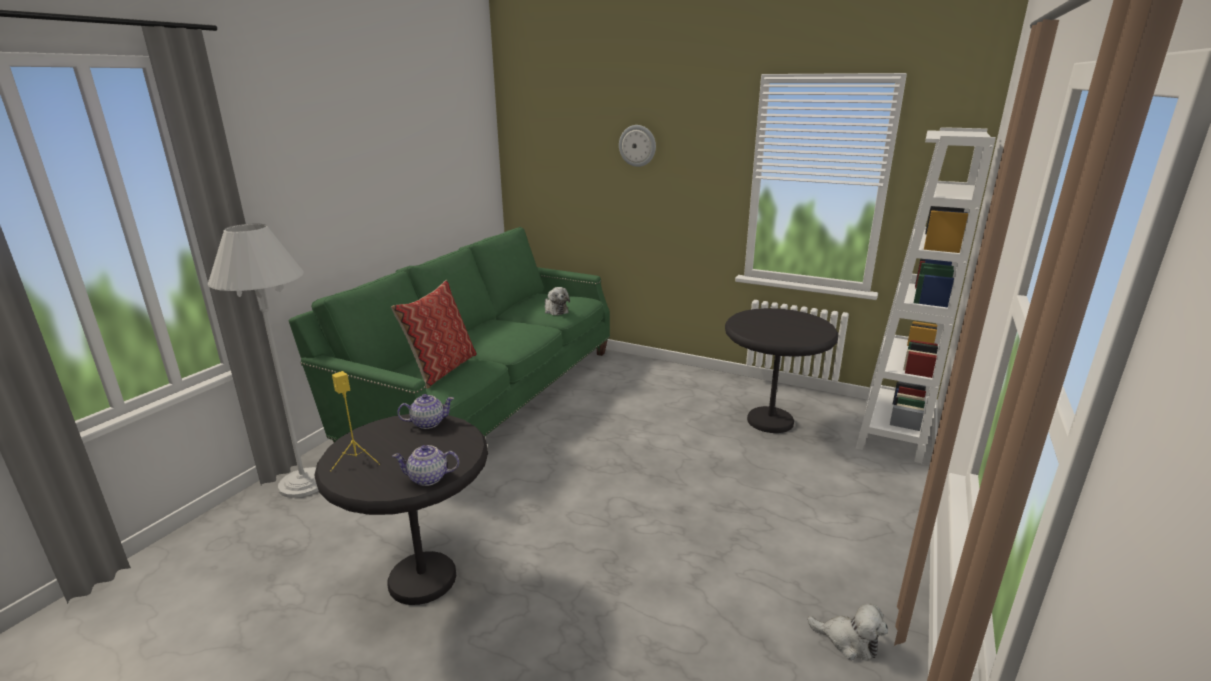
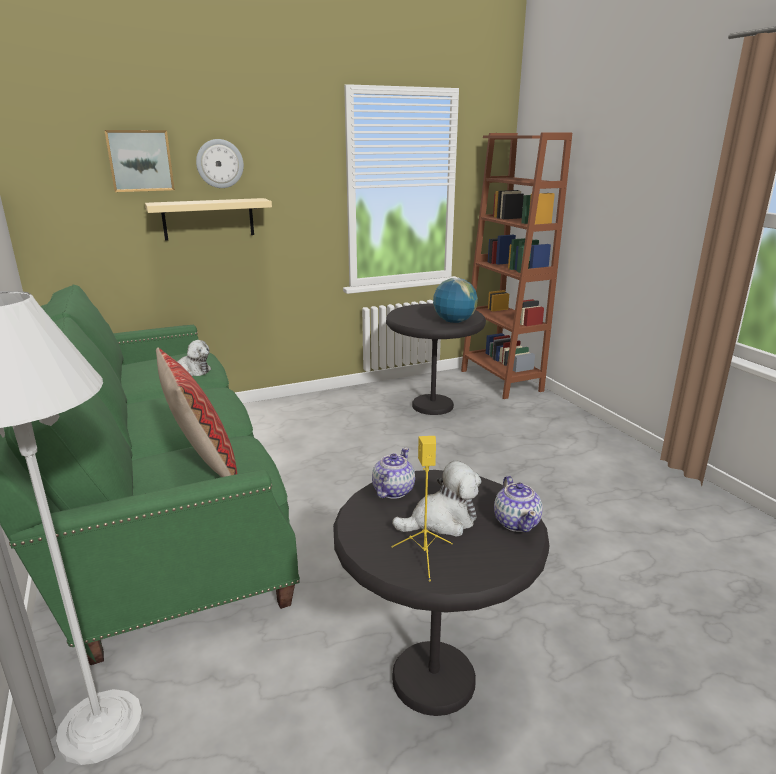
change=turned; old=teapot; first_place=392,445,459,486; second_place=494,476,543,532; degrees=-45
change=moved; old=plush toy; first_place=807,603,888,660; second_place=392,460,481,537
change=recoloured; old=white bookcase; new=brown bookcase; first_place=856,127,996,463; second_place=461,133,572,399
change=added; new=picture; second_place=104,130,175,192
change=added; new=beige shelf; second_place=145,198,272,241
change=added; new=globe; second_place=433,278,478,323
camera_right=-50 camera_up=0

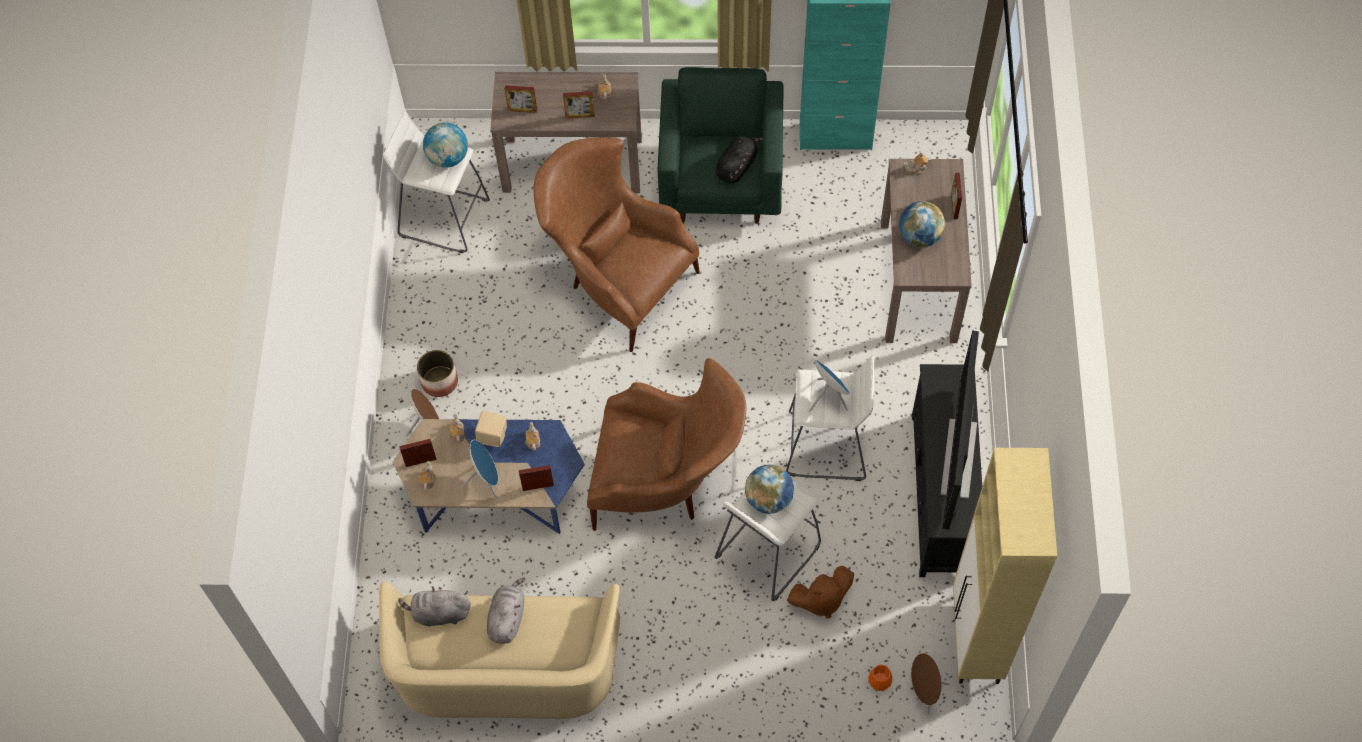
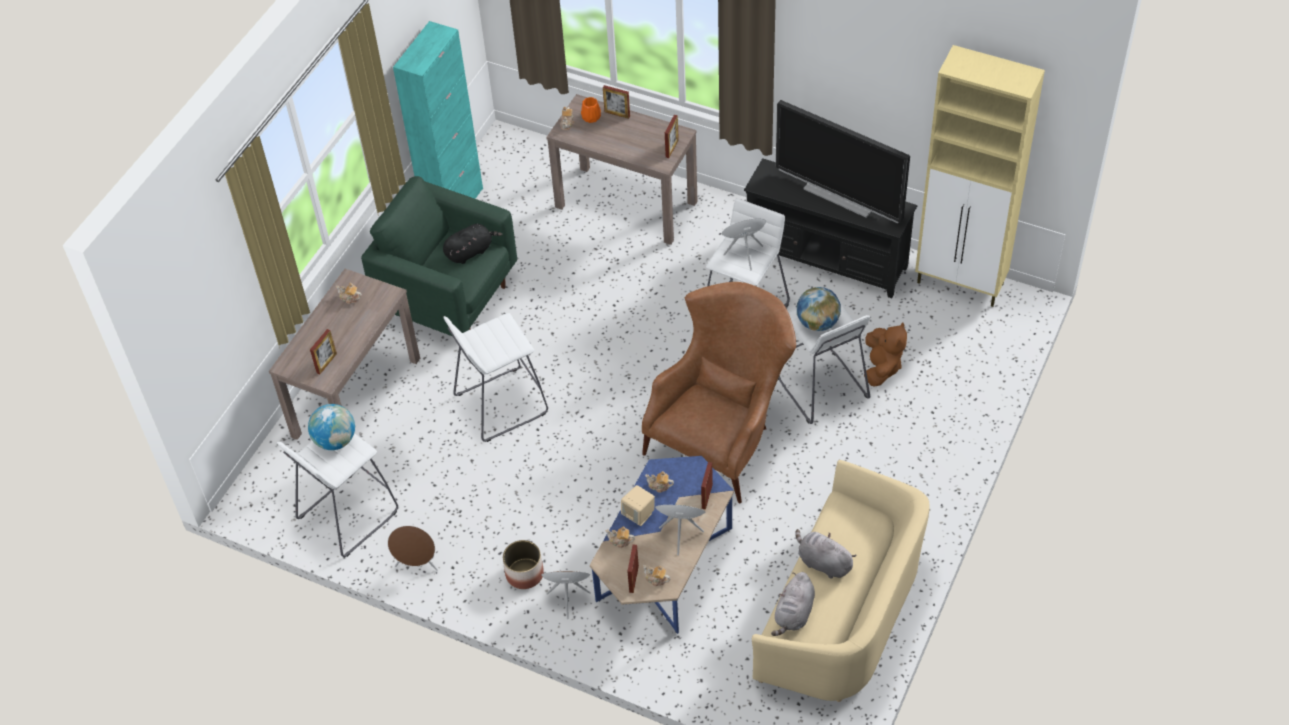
change=replaced; old=brown armchair; new=white stool; first_place=534,137,700,352; second_place=444,313,548,442
change=moved; old=picture frame; first_place=563,91,595,118; second_place=665,115,679,158
change=turned; old=black plush toy; first_place=716,136,763,184; second_place=443,224,502,264; degrees=90
change=moved; old=orange vase; first_place=868,665,893,691; second_place=581,97,601,123
change=removed; old=globe; first_place=899,201,945,247
change=moved; old=brown speaker; first_place=911,653,950,715; second_place=388,526,438,571
camera_right=-65 camera_up=-10

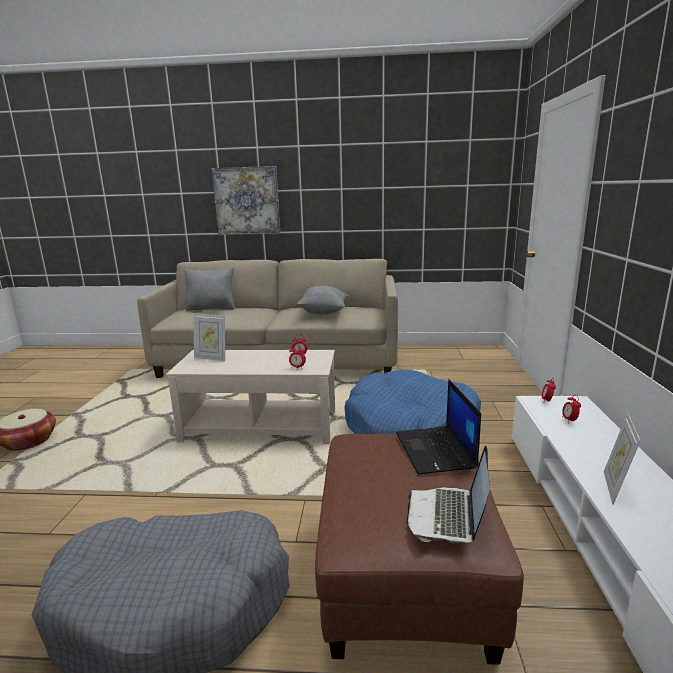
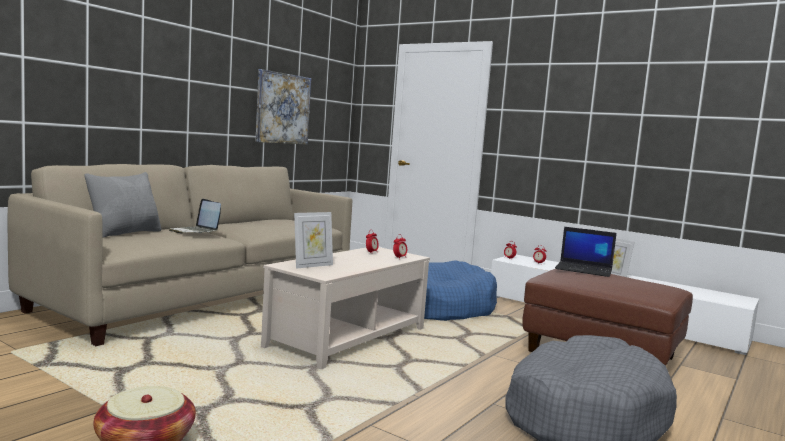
change=moved; old=picture; first_place=211,166,280,234; second_place=255,69,311,145
change=removed; old=grey pillow; first_place=297,286,349,314
change=moved; old=laptop; first_place=406,445,490,543; second_place=169,198,221,234
camera_right=-60 camera_up=-10

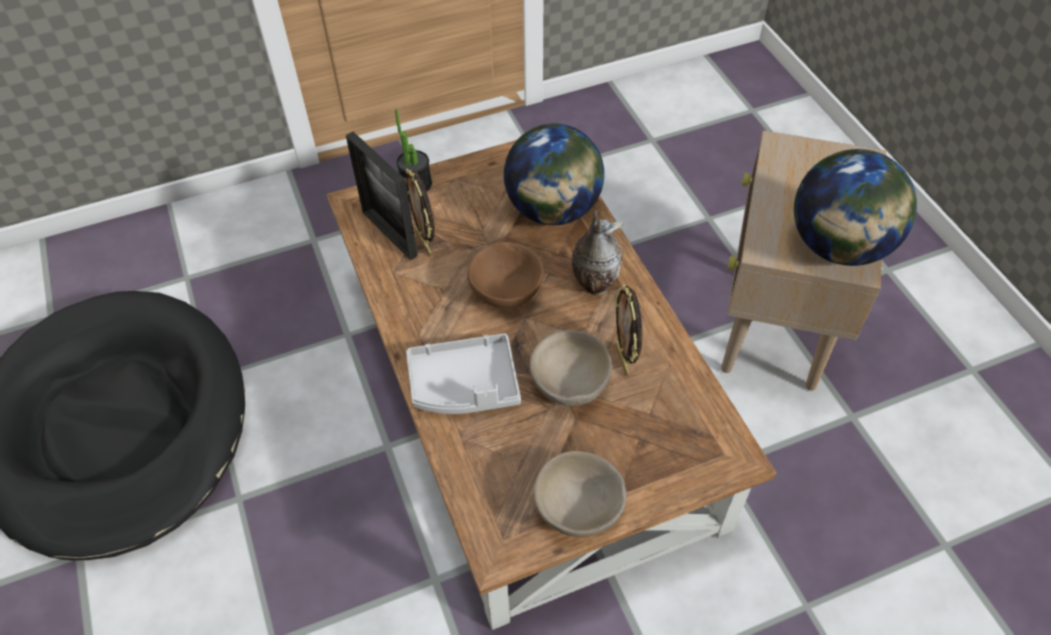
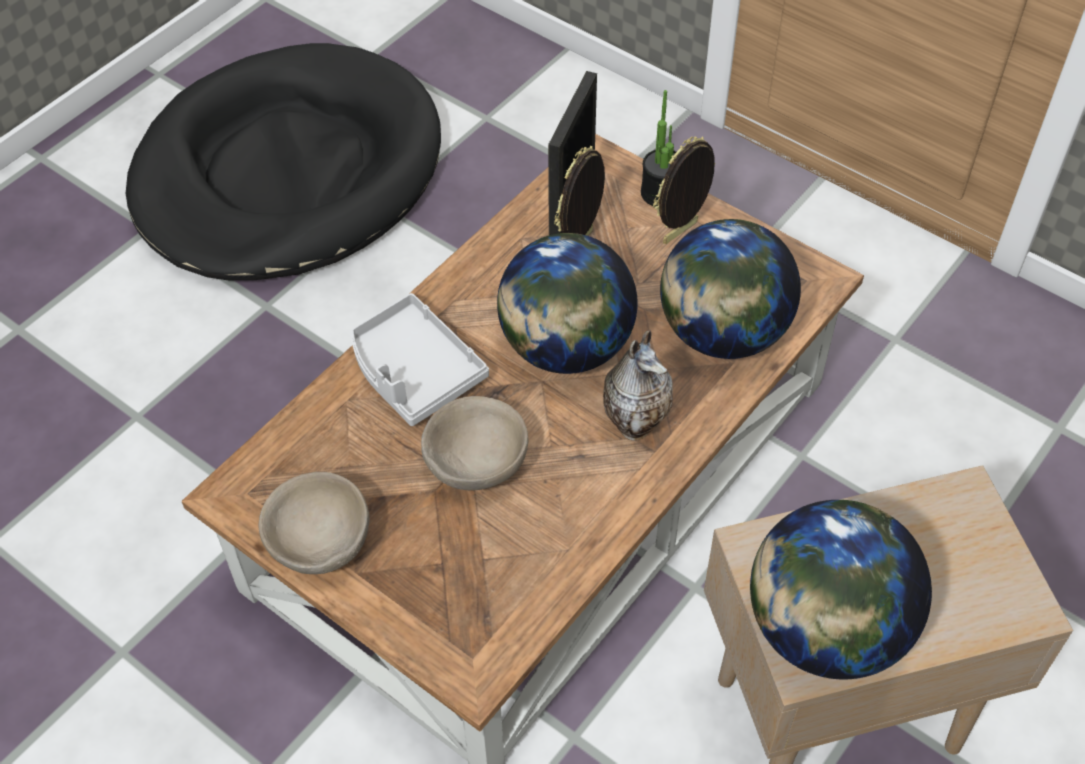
change=replaced; old=brown bowl; new=globe; first_place=468,242,544,308; second_place=497,233,638,374
change=moved; old=picture frame; first_place=615,285,642,377; second_place=653,136,715,244
camera_right=60 camera_up=0

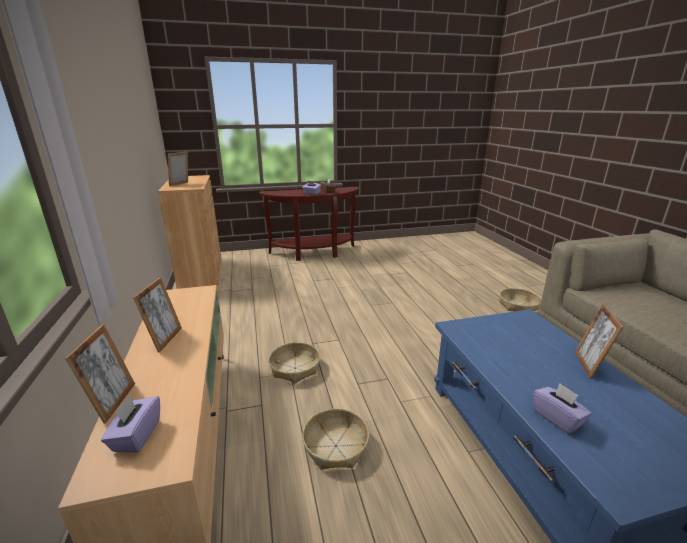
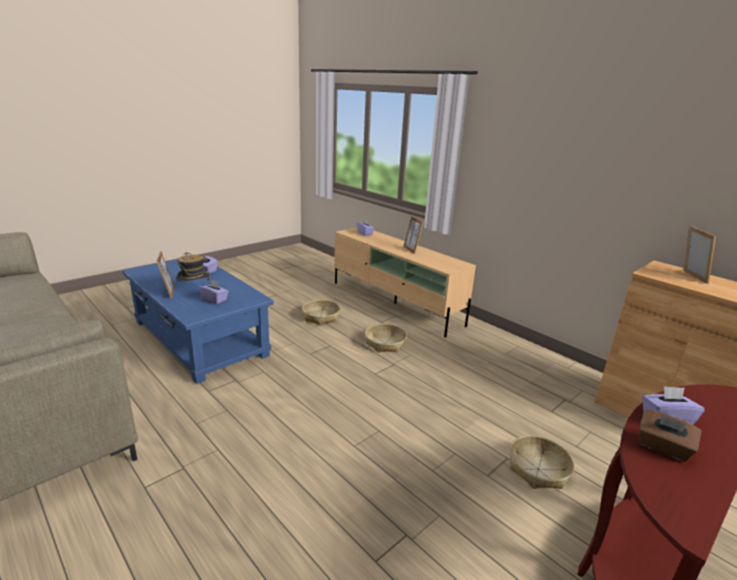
change=removed; old=picture frame; first_place=65,324,135,423
change=moved; old=basket; first_place=500,288,542,312; second_place=509,435,574,489
change=added; new=hat; second_place=176,251,210,284
change=added; new=purple tissue box; second_place=199,280,229,304
camera_right=150 camera_up=0

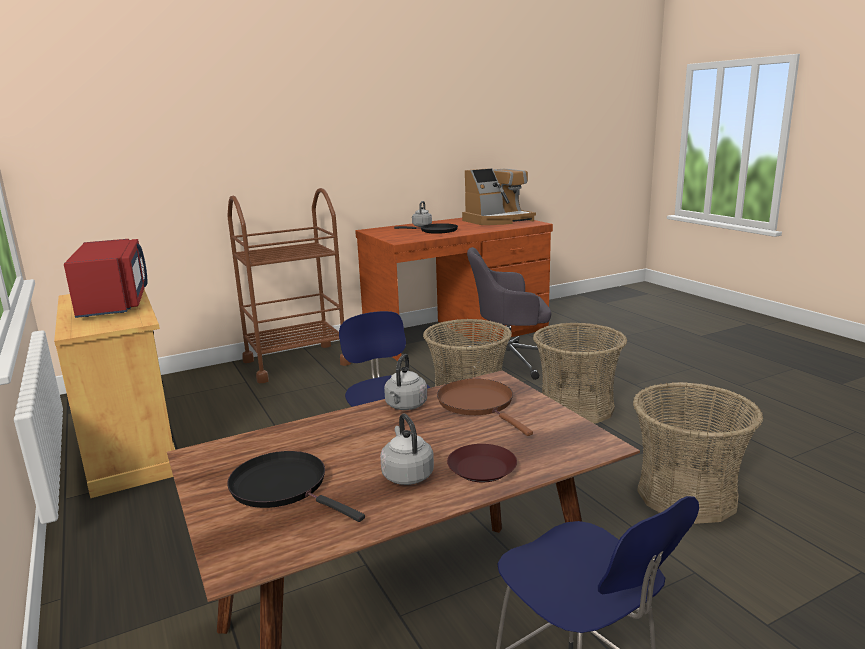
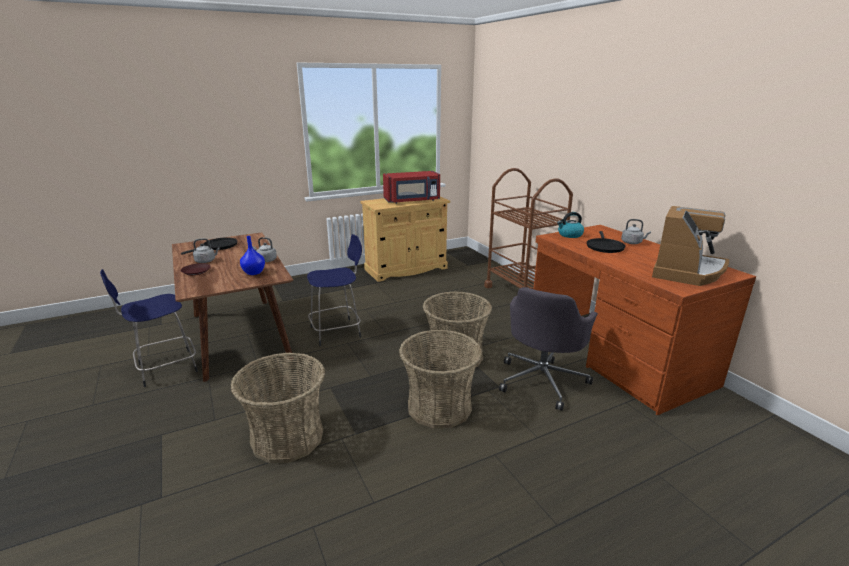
change=replaced; old=brown frying pan; new=blue vase; first_place=437,379,533,436; second_place=240,236,265,275
change=turned; old=coffee machine; first_place=462,168,536,225; second_place=652,206,729,286; degrees=-120
change=turned; old=grey office chair; first_place=467,247,551,380; second_place=499,287,598,411; degrees=-150
change=added; new=kettle; second_place=557,212,584,238
camera_right=90 camera_up=5

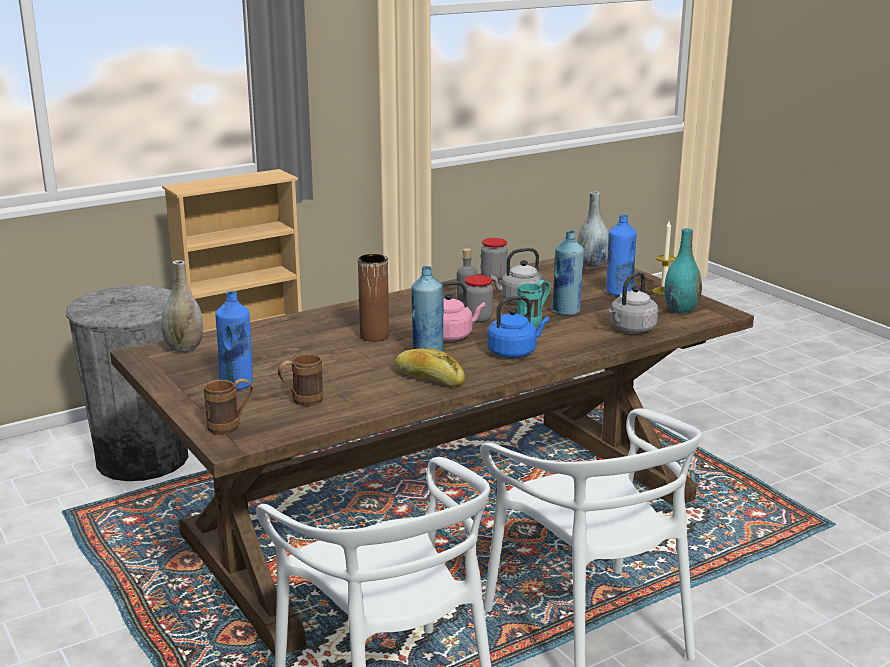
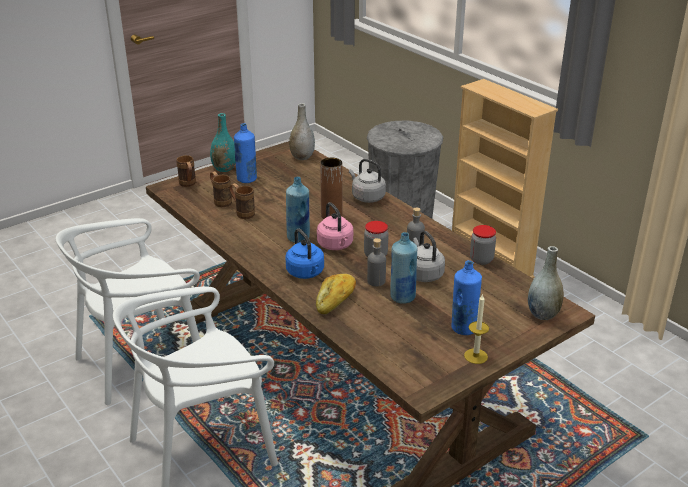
change=moved; old=bread; first_place=395,348,465,387; second_place=316,274,356,314
change=replaced; old=turquoise mug; new=grey bottle; first_place=517,280,550,326; second_place=367,238,386,286
change=moved; old=grey kettle; first_place=609,272,658,333; second_place=349,159,386,203
change=moved; old=turquoise vase; first_place=664,228,702,313; second_place=210,113,236,172
change=added; new=brown mug; second_place=229,183,255,219
camera_right=85 camera_up=10

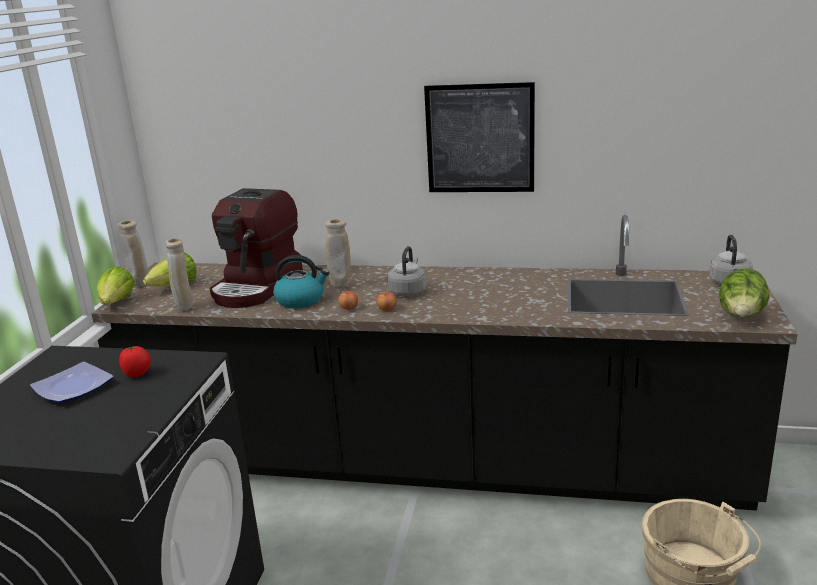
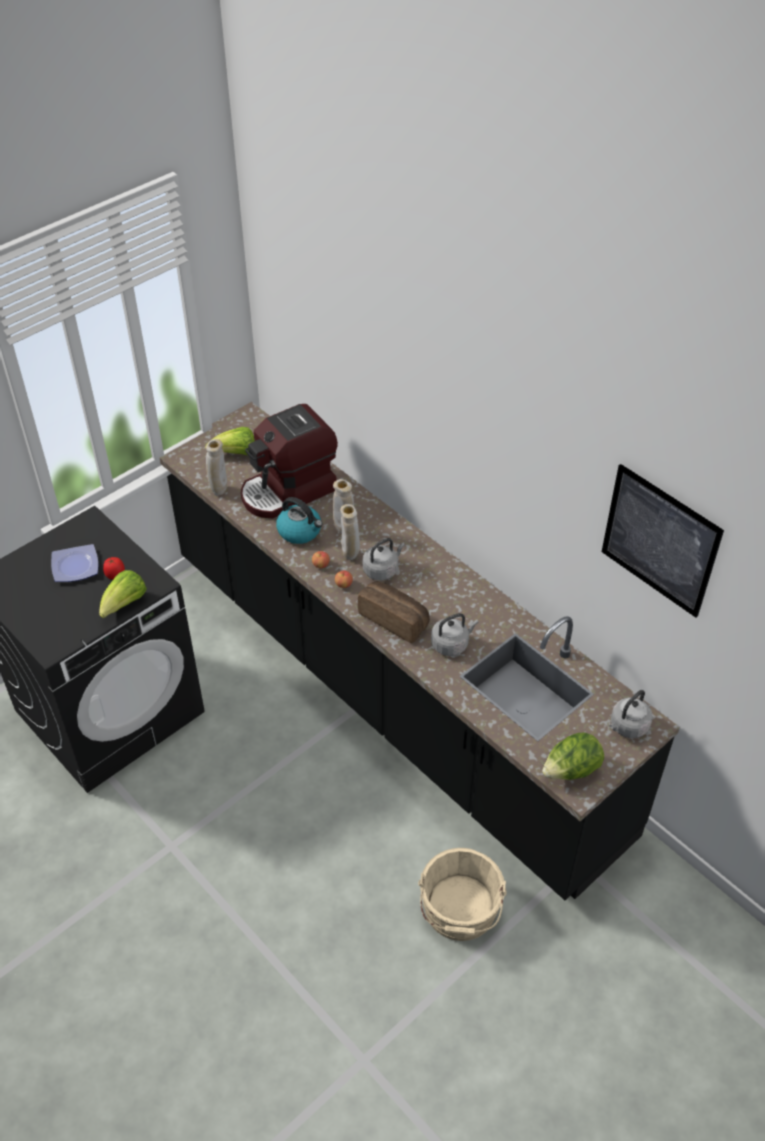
change=moved; old=lettuce; first_place=97,266,135,305; second_place=99,570,147,618
change=moved; old=beige vase; first_place=117,221,148,286; second_place=340,504,360,560
change=moved; old=picture; first_place=424,82,535,192; second_place=602,464,724,618
change=added; new=bread; second_place=358,582,430,643
change=added; new=grey kettle; second_place=431,613,479,656
camera_right=35 camera_up=25

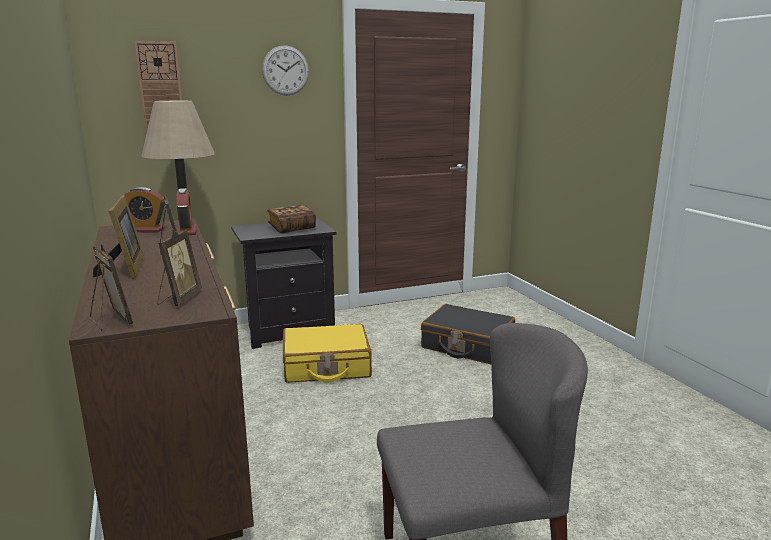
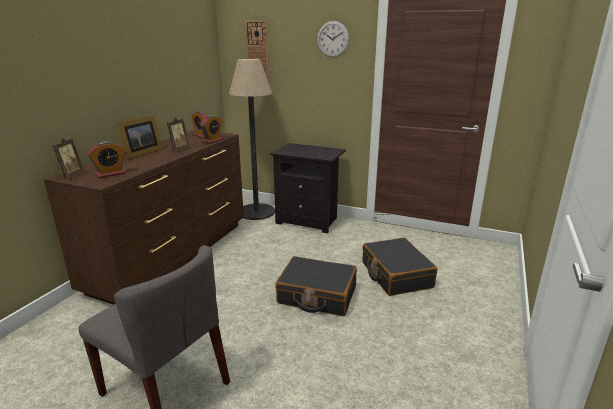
change=replaced; old=picture frame; new=alarm clock; first_place=157,229,202,306; second_place=87,141,126,179
change=removed; old=book; first_place=267,205,316,233
change=removed; old=yellow suitcase; first_place=283,324,372,383
change=added; new=black suitcase; second_place=275,256,357,316
camera_right=45 camera_up=5

